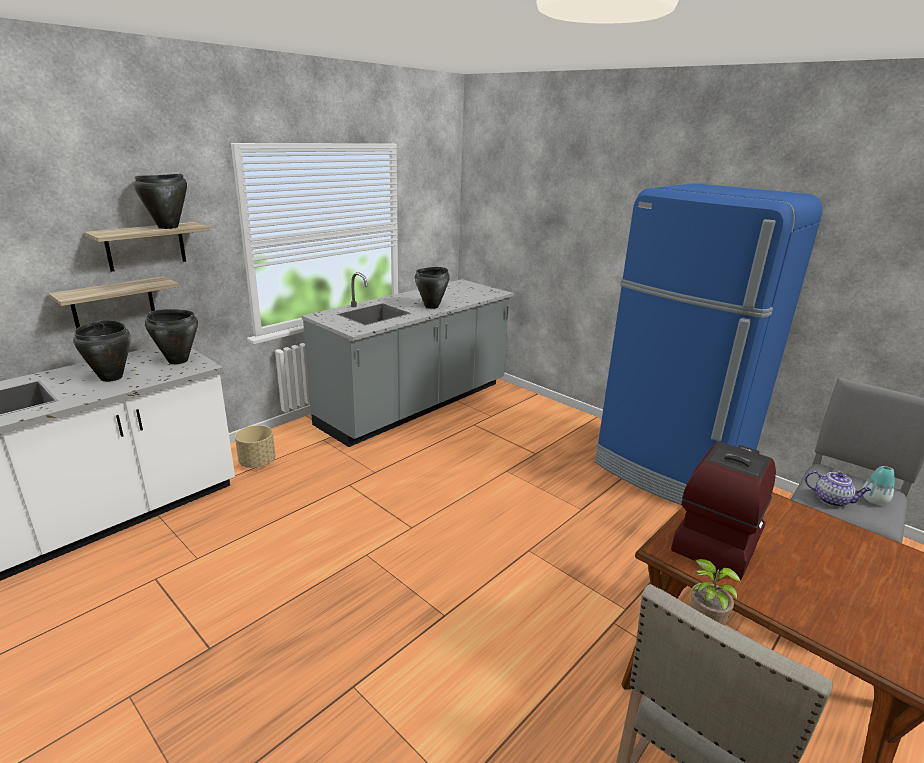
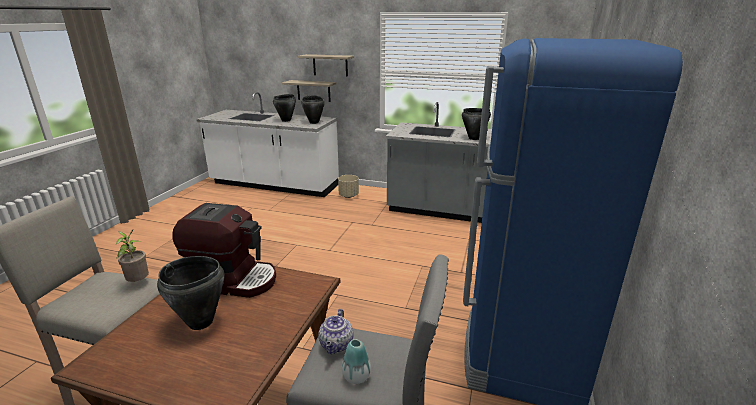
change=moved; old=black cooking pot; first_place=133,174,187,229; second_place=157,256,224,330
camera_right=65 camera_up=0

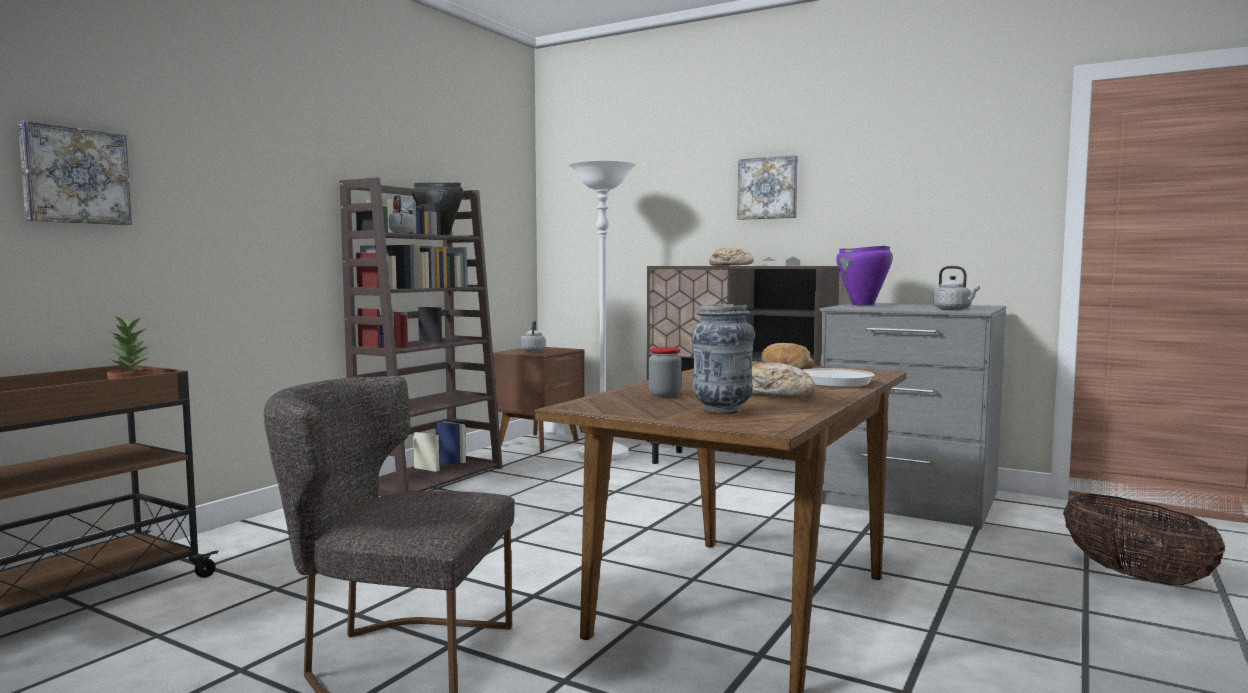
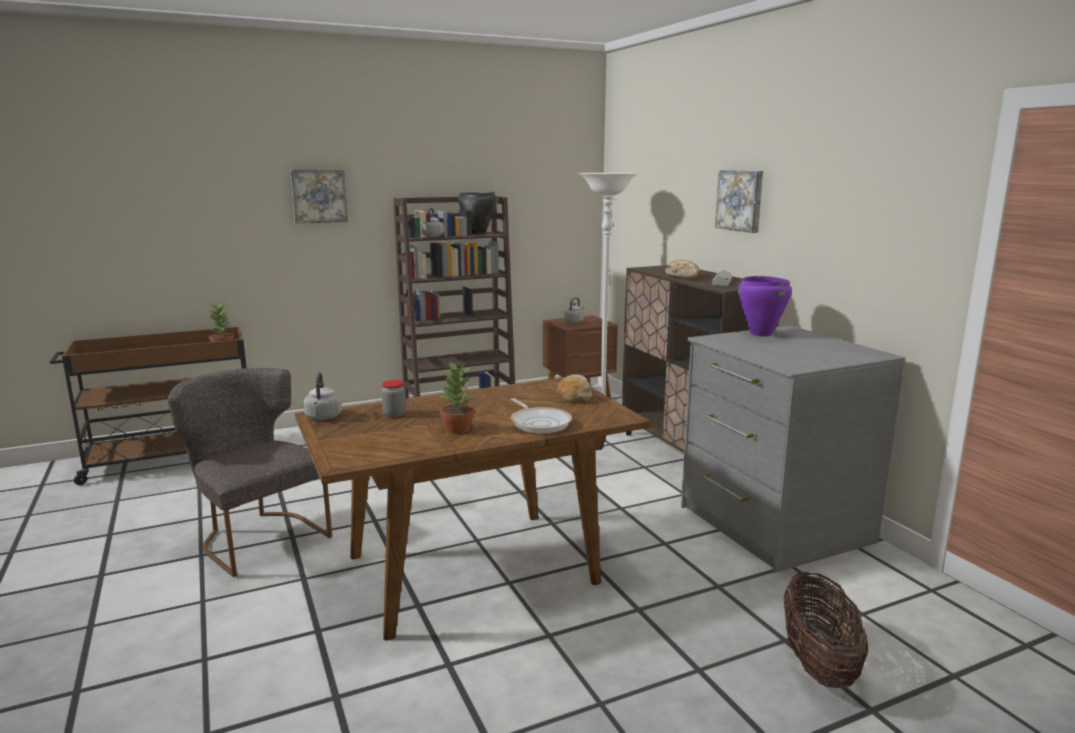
change=moved; old=picture; first_place=18,121,132,225; second_place=290,170,348,224
change=removed; old=vase; first_place=691,304,755,414
change=replaced; old=bread; new=potted plant; first_place=752,362,815,397; second_place=440,362,475,434
change=moved; old=grey kettle; first_place=933,266,980,310; second_place=304,372,342,420
camera_right=35 camera_up=10

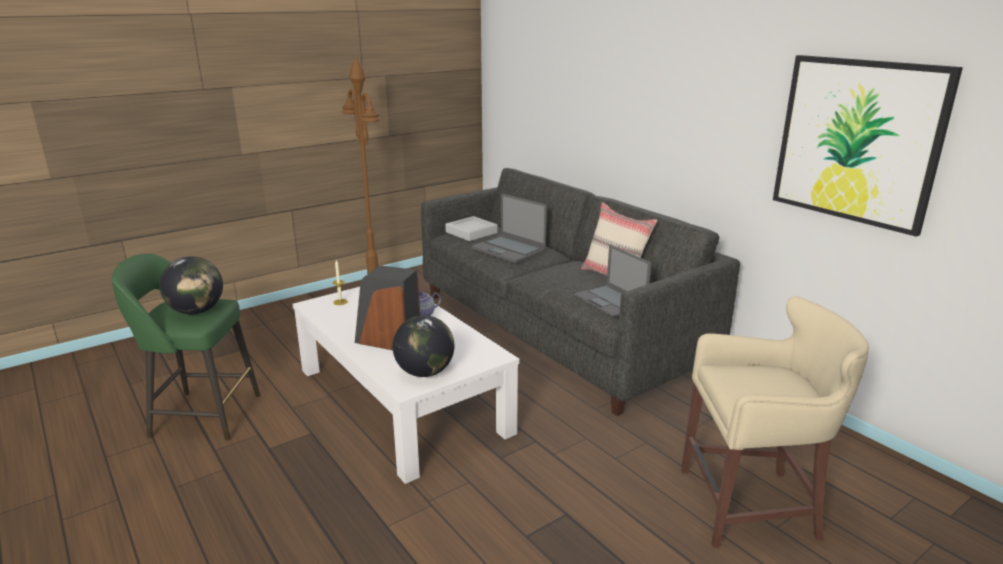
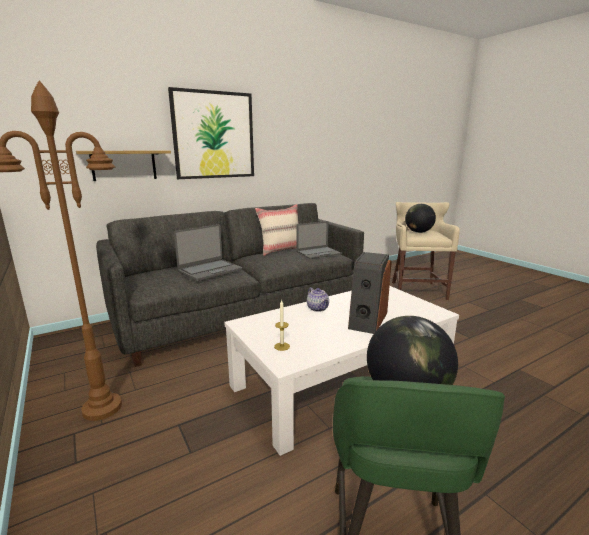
change=moved; old=globe; first_place=392,315,454,377; second_place=405,204,436,233
change=removed; old=grey tray; first_place=445,216,498,241
change=moved; old=picture; first_place=773,55,963,237; second_place=168,87,254,179
change=added; new=shelf; second_place=76,150,171,181
camera_right=-85 camera_up=-5

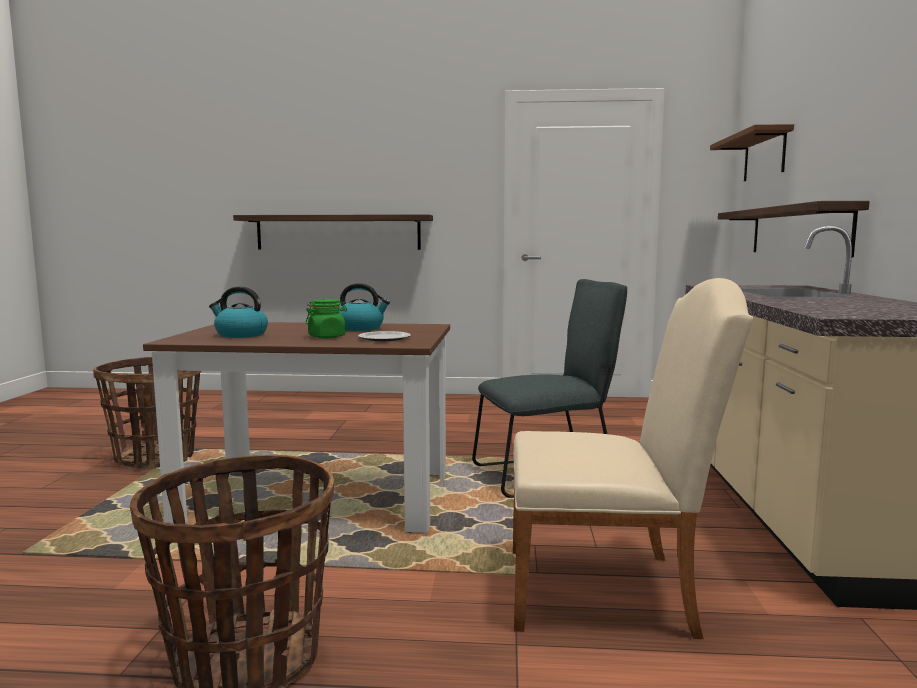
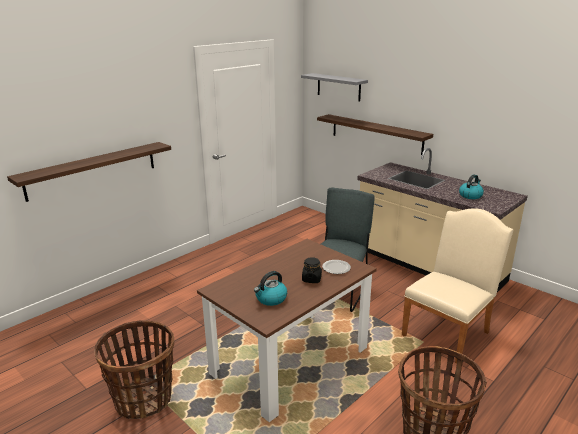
change=recoloured; old=green jar; new=black jar; first_place=306,299,347,338; second_place=302,257,322,283
change=moved; old=kettle; first_place=339,283,390,331; second_place=459,174,484,199
change=recoloured; old=brown shelf; new=grey shelf; first_place=710,124,794,181; second_place=301,73,368,101
camera_right=-50 camera_up=15

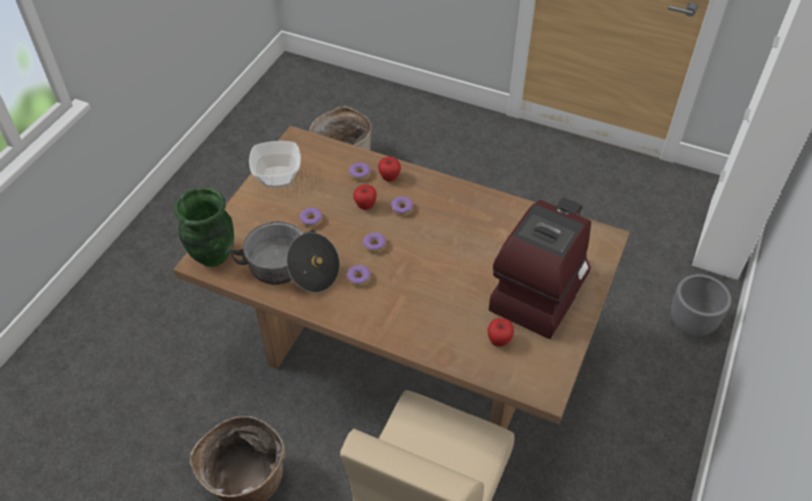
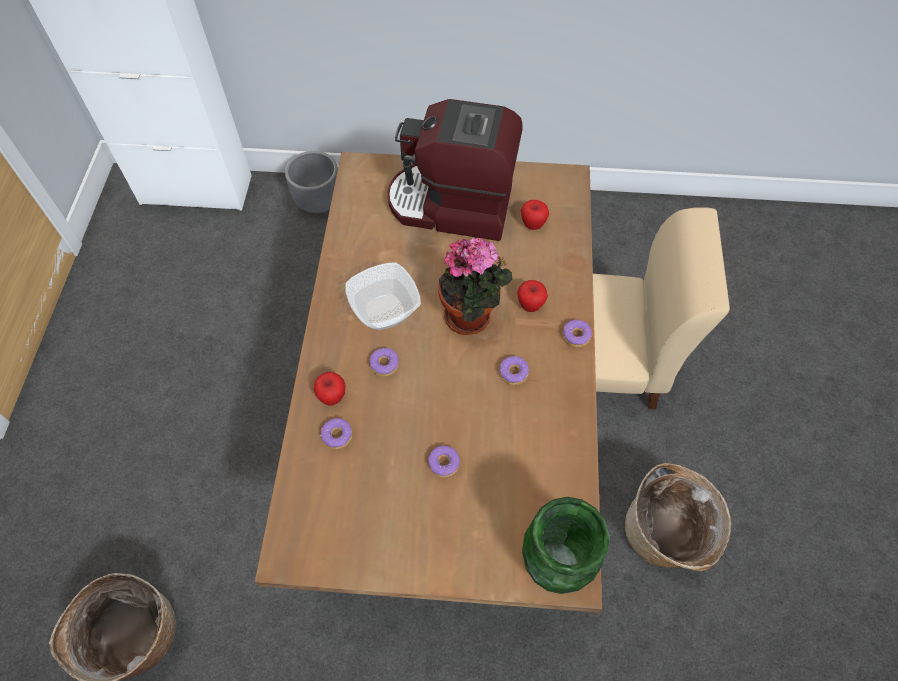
change=removed; old=cooking pot; first_place=231,221,340,293
change=moved; old=bowl; first_place=249,141,301,187; second_place=345,262,421,330
change=moved; old=apple; first_place=353,185,377,210; second_place=517,280,548,312
change=moved; old=donut; first_place=362,232,386,253; second_place=562,320,592,347
change=added; new=potted plant; second_place=438,237,512,335
camera_right=-110 camera_up=10

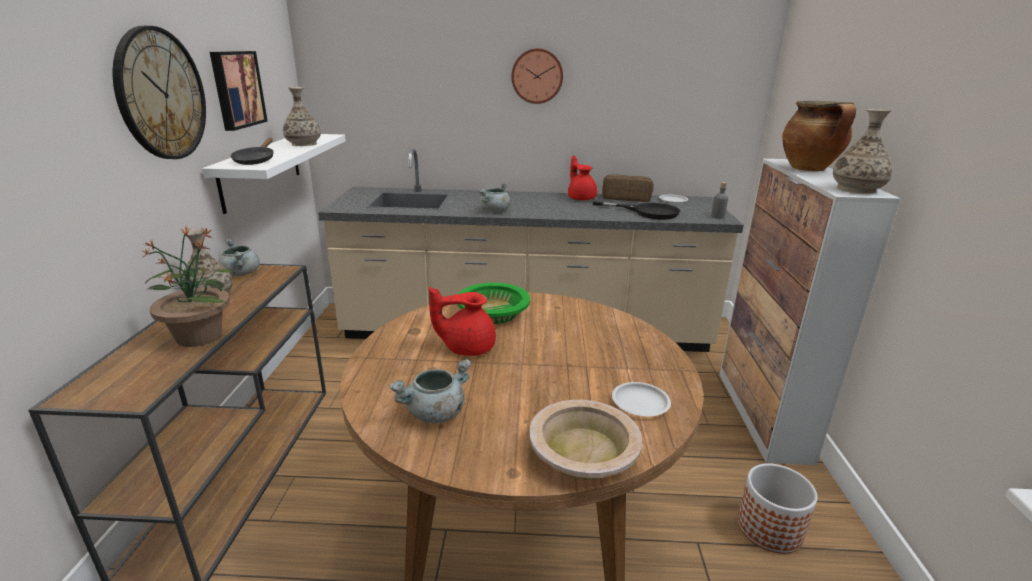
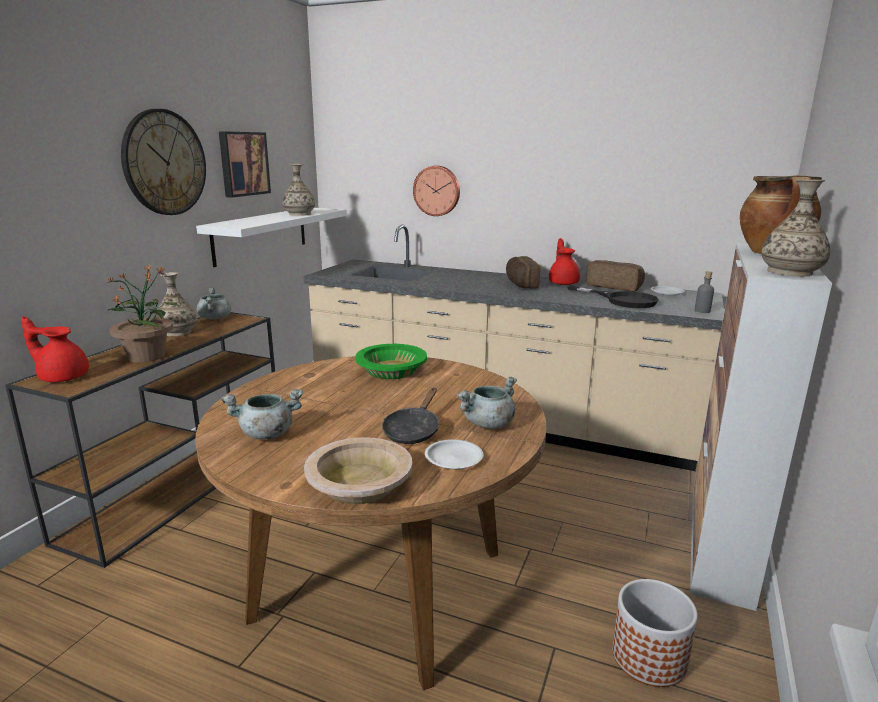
change=moved; old=black frying pan; first_place=230,138,274,165; second_place=382,388,439,444
change=moved; old=red teapot; first_place=429,287,496,356; second_place=21,317,89,382
change=moved; old=grey cooking pot; first_place=479,182,510,212; second_place=457,376,517,429
change=moved; old=wall clock; first_place=511,48,563,104; second_place=413,166,460,216
change=added; new=bread; second_place=506,256,540,289
camera_right=20 camera_up=-5

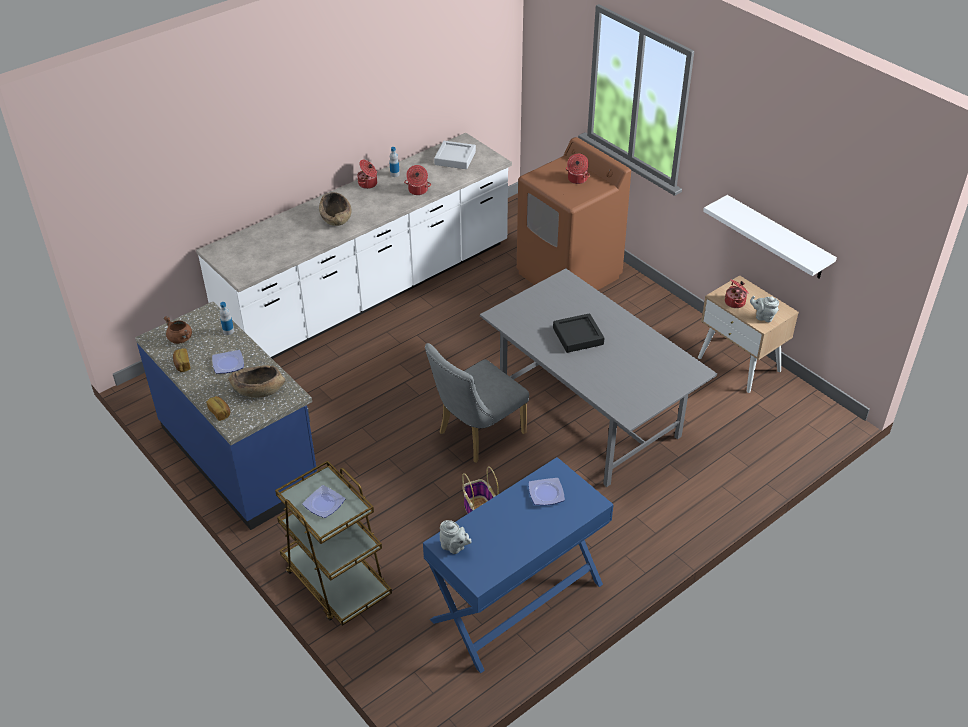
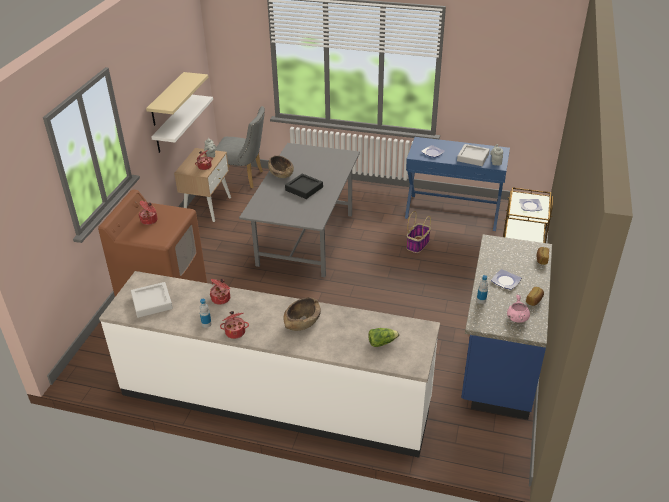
change=recoloured; old=brown cooking pot; new=pink cooking pot; first_place=163,316,192,344; second_place=507,295,530,323
change=moved; old=brown bowl; first_place=228,365,286,398; second_place=268,156,294,178
change=moved; old=grey chair; first_place=425,343,529,463; second_place=216,106,265,188
change=added; new=beige shelf; second_place=146,72,208,126
change=added; new=lettuce; second_place=368,328,399,347
change=added; new=grey tray; second_place=457,144,490,166
camera_right=-125 camera_up=-5

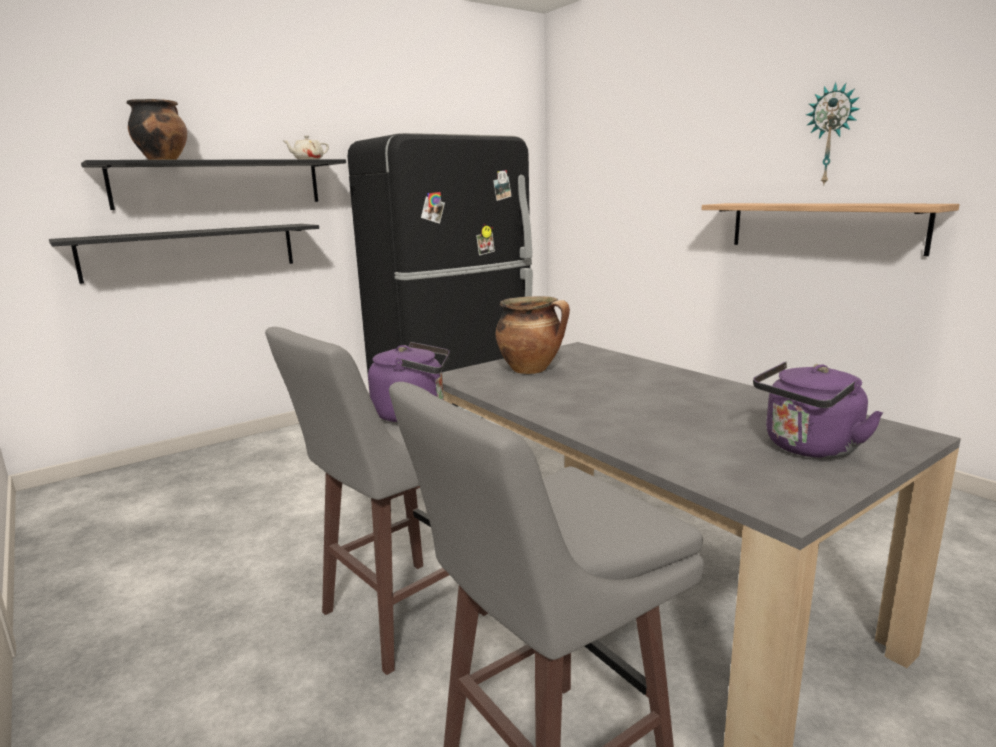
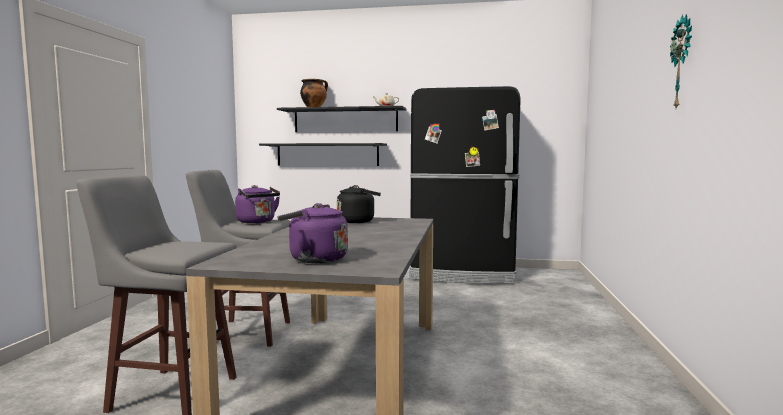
change=replaced; old=cooking pot; new=black kettle; first_place=496,296,570,374; second_place=337,185,381,223
change=removed; old=shelf; first_place=702,203,960,256
camera_right=45 camera_up=-10

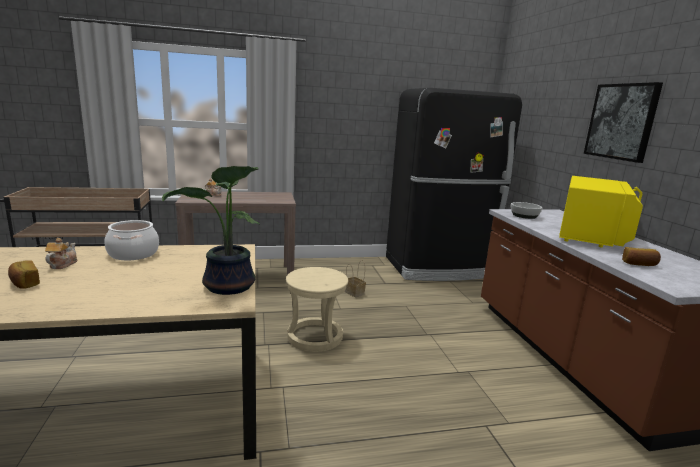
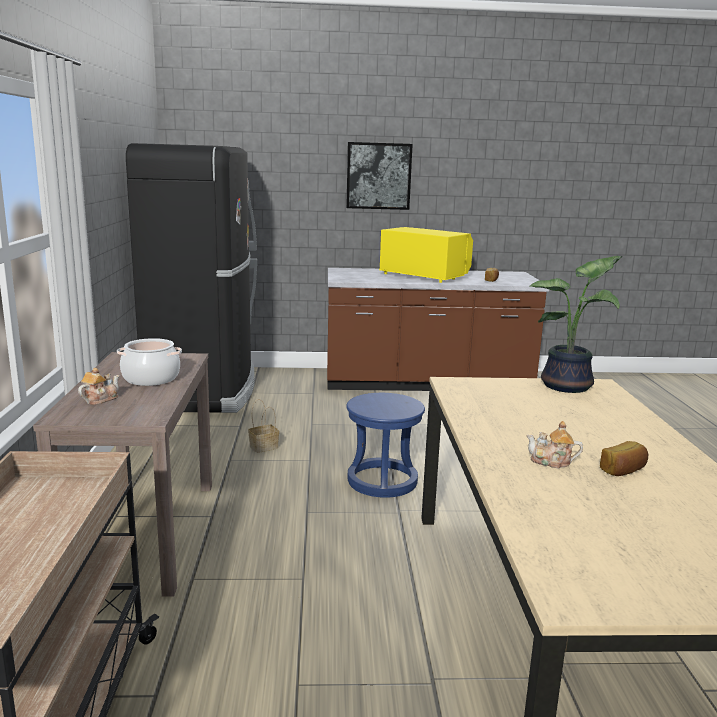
change=moved; old=cooking pot; first_place=104,220,159,260; second_place=117,338,182,386
change=recoloured; old=beige stool; new=blue stool; first_place=286,267,348,352; second_place=346,393,425,498
change=removed; old=bowl; first_place=511,202,542,219
camera_right=-80 camera_up=0

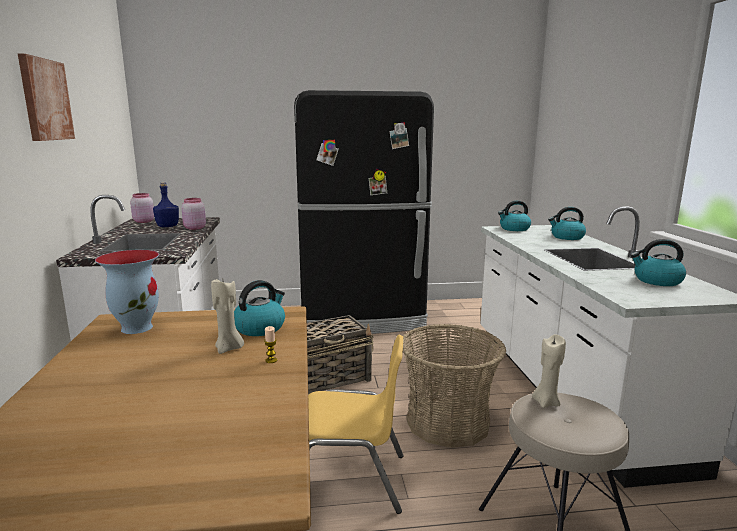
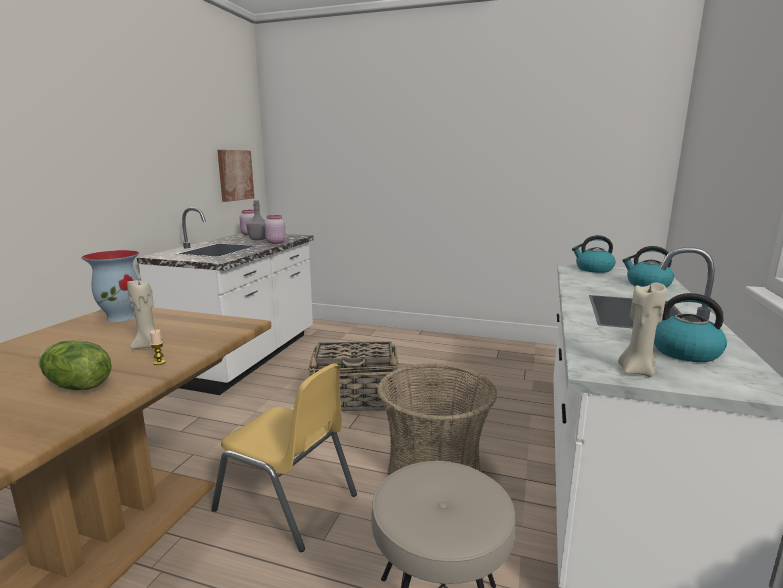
change=moved; old=picture; first_place=18,53,75,141; second_place=217,150,254,202
change=recoloured; old=blue bottle; new=grey bottle; first_place=153,182,179,227; second_place=246,200,266,240
change=removed; old=kettle; first_place=234,280,285,336
change=removed; old=black fridge; first_place=294,90,434,334
change=moved; old=beige candle; first_place=532,334,566,408; second_place=618,282,666,377
change=added; new=lettuce; second_place=38,340,112,390
camera_right=25 camera_up=0

